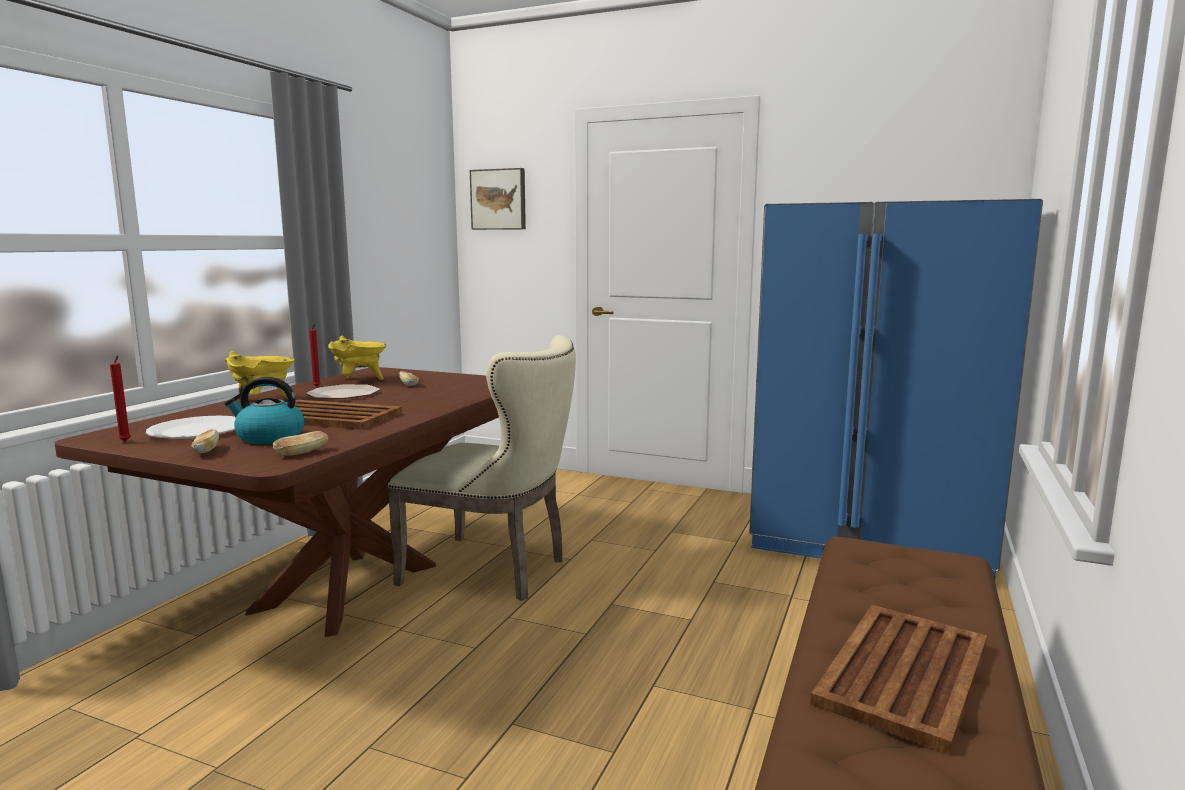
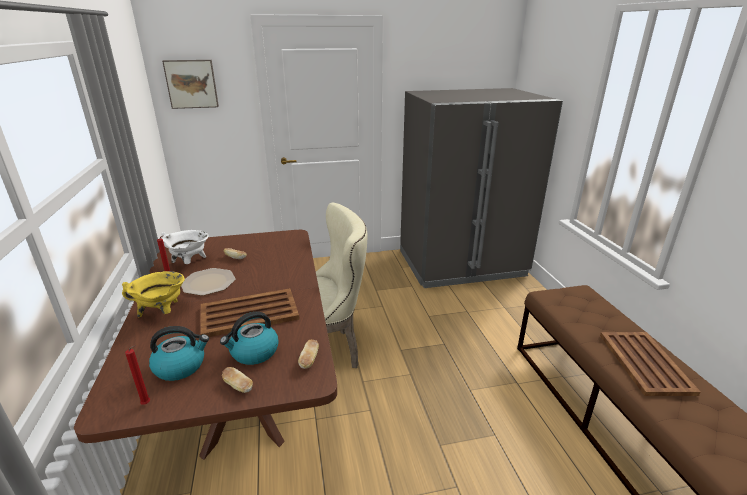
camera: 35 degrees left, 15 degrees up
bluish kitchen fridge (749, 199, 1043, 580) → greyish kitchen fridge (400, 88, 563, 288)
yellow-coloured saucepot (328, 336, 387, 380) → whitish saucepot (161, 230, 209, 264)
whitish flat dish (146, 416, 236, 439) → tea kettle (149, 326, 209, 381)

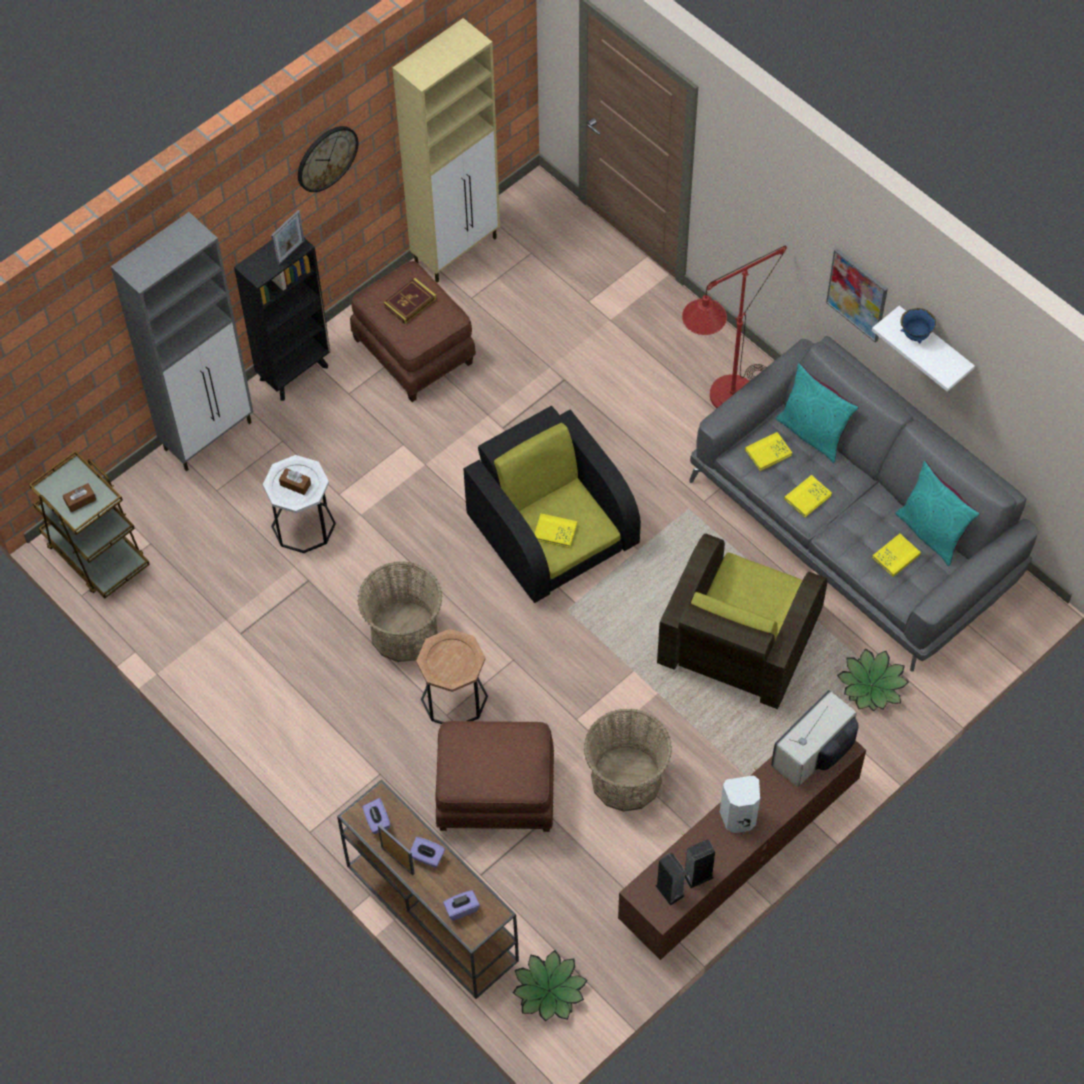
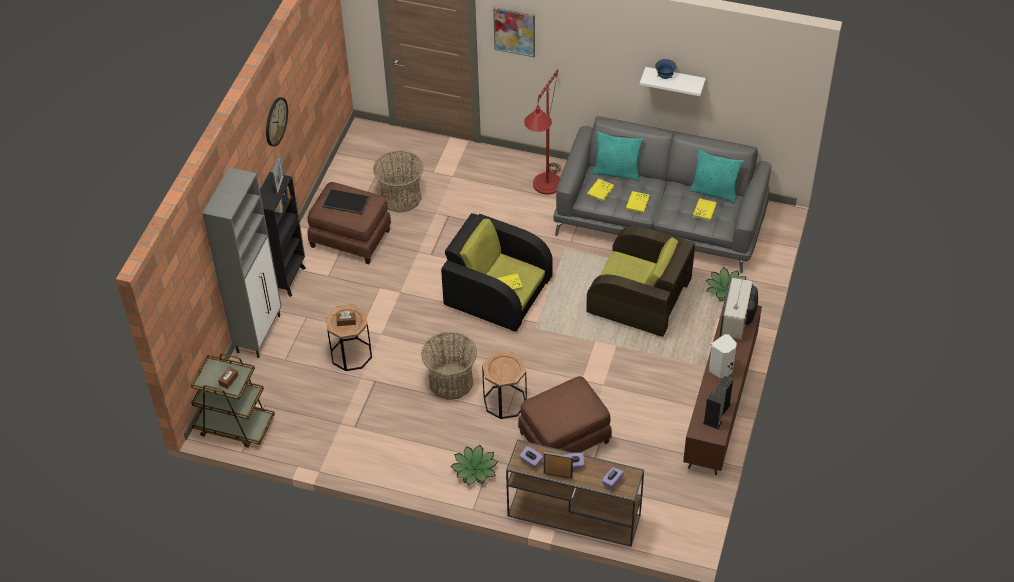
camera: 30 degrees left, 10 degrees down
beige storage cabinet (392, 18, 500, 282) → -
picture (826, 248, 888, 343) → picture (493, 7, 535, 57), moved
book (383, 278, 436, 324) → carrying tray (322, 189, 370, 215)
whitish end table (263, 455, 336, 553) → brown end table (325, 304, 372, 371)
brown armchair (657, 534, 828, 709) → brown armchair (586, 226, 695, 337), 60 degrees counterclockwise
basket (584, 708, 672, 812) → basket (373, 150, 424, 213), moved
plant in a pot (513, 950, 588, 1021) → plant in a pot (450, 445, 498, 485), moved

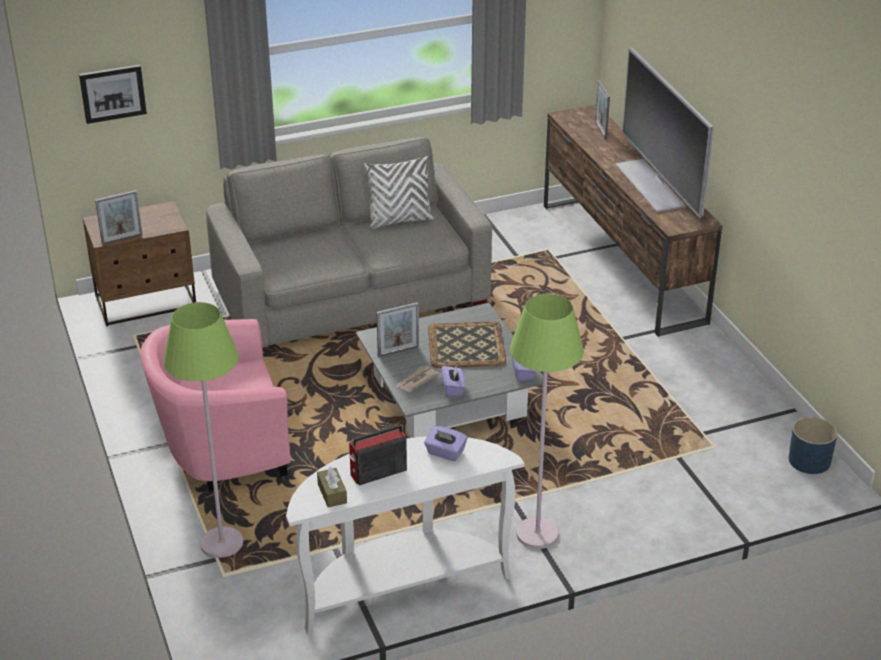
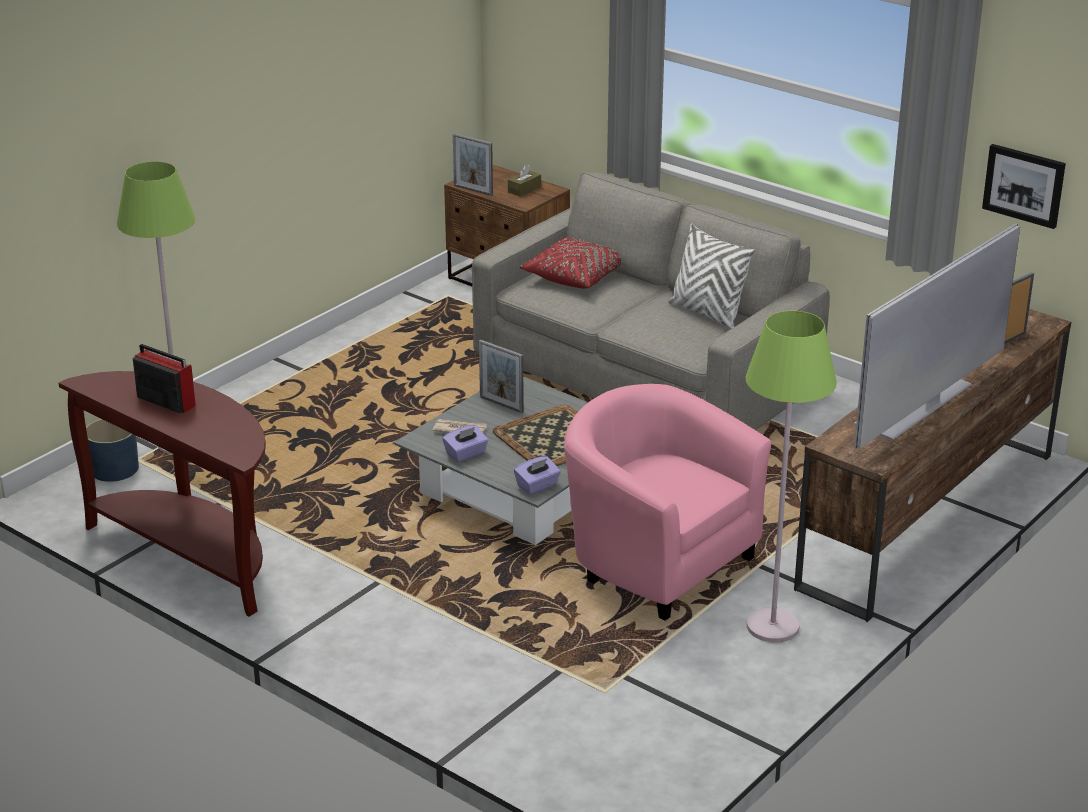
camera: 60 degrees right, 5 degrees down
picture (79, 65, 147, 124) → picture (982, 144, 1066, 229), moved
green floor lamp (510, 294, 584, 549) → green floor lamp (746, 310, 837, 643), moved
pink armchair (140, 319, 290, 491) → pink armchair (564, 384, 772, 621), moved
bluish flower pot (789, 417, 837, 474) → bluish flower pot (86, 419, 139, 482), moved
purplish tissue holder (424, 426, 467, 461) → -
whitish narrow table (286, 436, 524, 635) → brown narrow table (58, 371, 266, 617)
brown tissue holder (317, 467, 347, 507) → brown tissue holder (508, 165, 541, 197), moved
- → reddish cushion (520, 237, 621, 289)

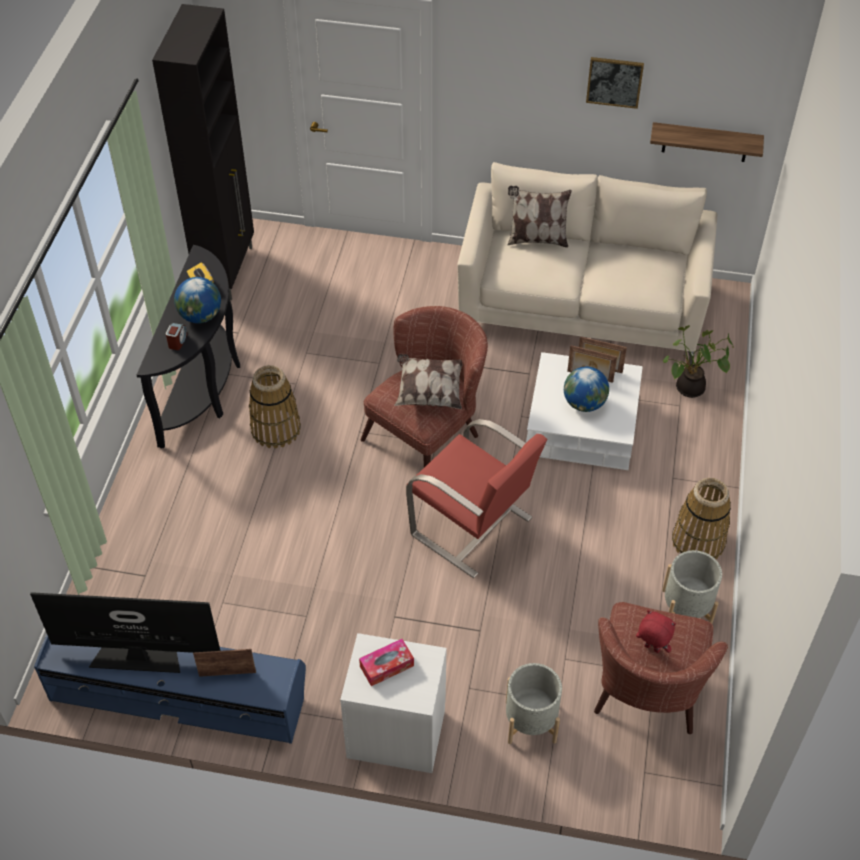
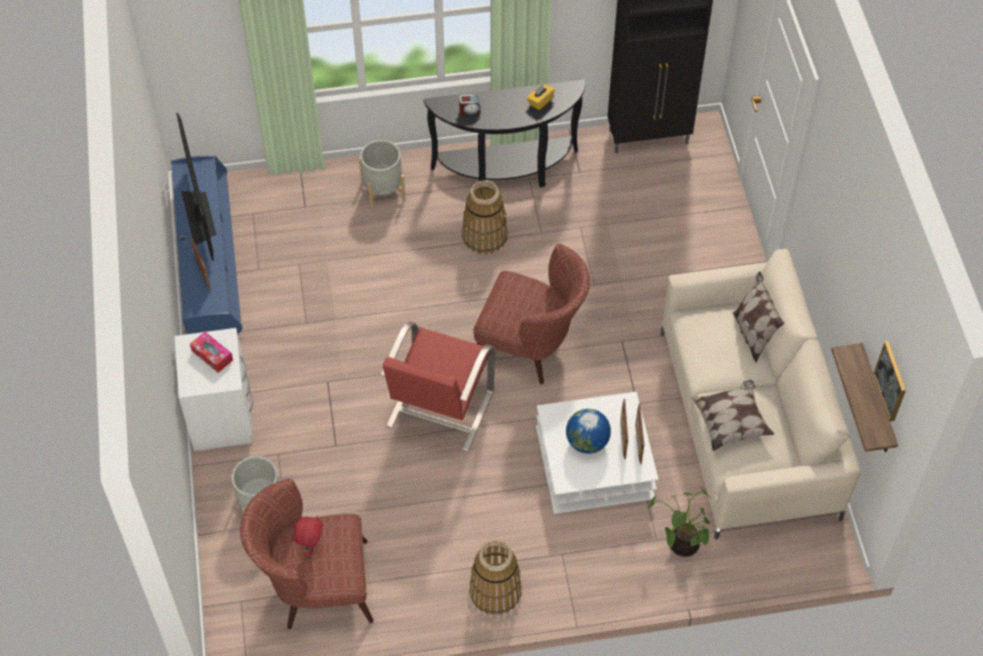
camera: 70 degrees right, 5 degrees up
picture (586, 57, 644, 109) → picture (874, 341, 906, 422), moved
desk globe (174, 277, 221, 323) → -
cushion (394, 354, 463, 409) → cushion (690, 380, 774, 451), moved
greyish flower pot (662, 550, 722, 623) → greyish flower pot (359, 140, 406, 208), moved

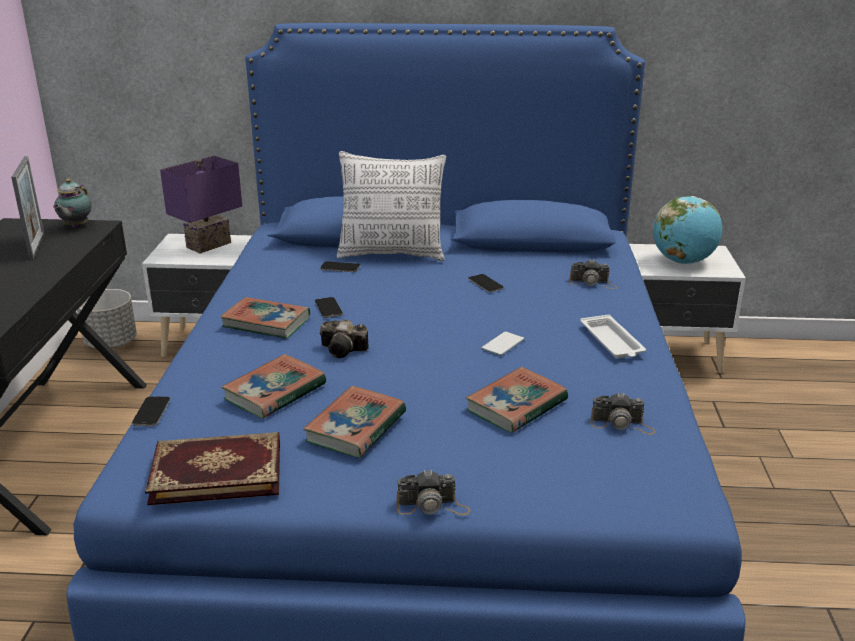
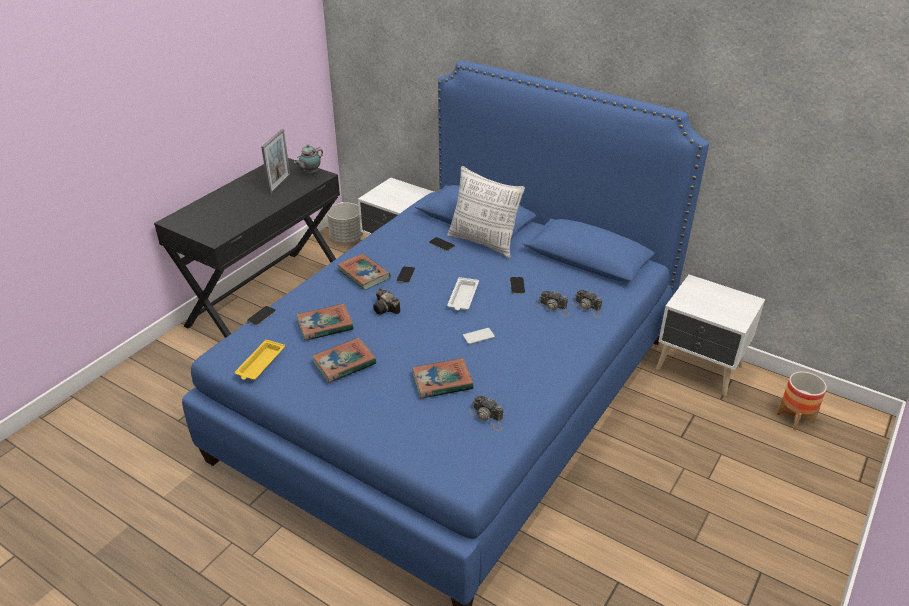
camera: 30 degrees right, 10 degrees up
purplish lamp for a table (160, 156, 242, 254) → -
desk globe (653, 196, 722, 264) → -
whitish carrying tray (580, 314, 646, 358) → whitish carrying tray (447, 277, 479, 310), moved
book (145, 432, 280, 505) → yellow-coloured carrying tray (235, 340, 285, 380)
photo camera (396, 470, 470, 515) → photo camera (538, 291, 570, 316), moved
- → flower pot (777, 372, 827, 430)

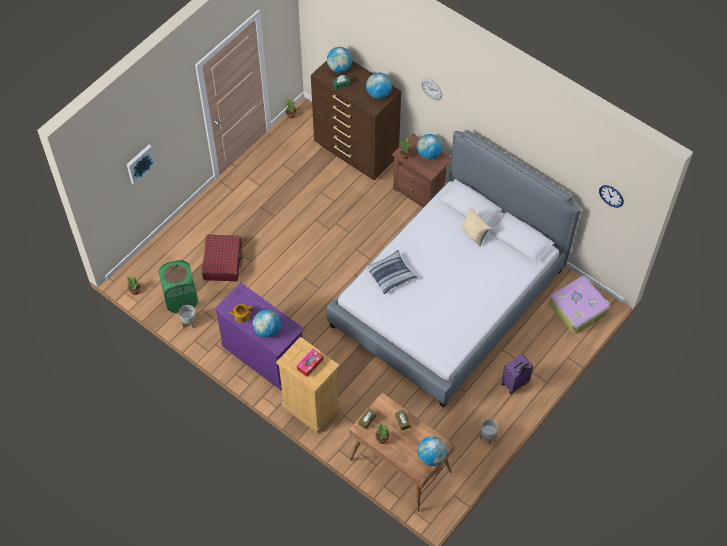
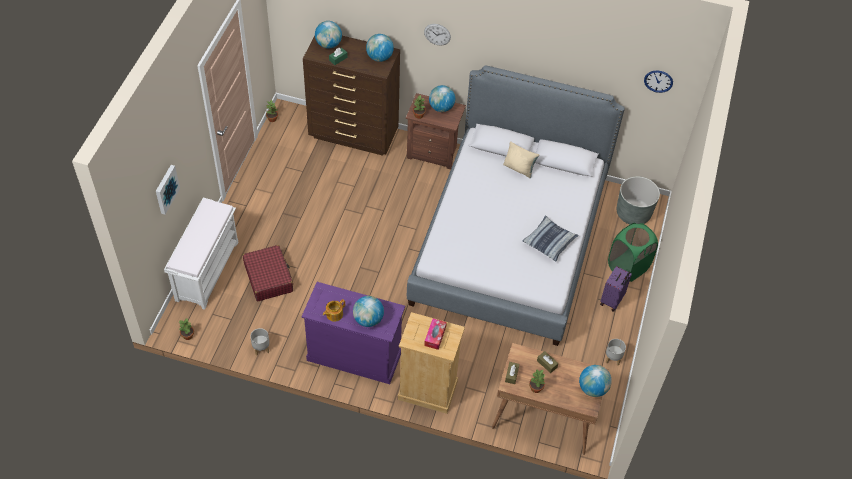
camera: 25 degrees left, 5 degrees down
cushion (365, 250, 418, 294) → cushion (523, 215, 579, 262), moved
green laundry basket (158, 260, 198, 313) → green laundry basket (608, 223, 658, 282), moved
travel case (549, 276, 610, 334) → greyish flower pot (617, 176, 660, 224)
- → whitish indoor bench (164, 198, 238, 310)

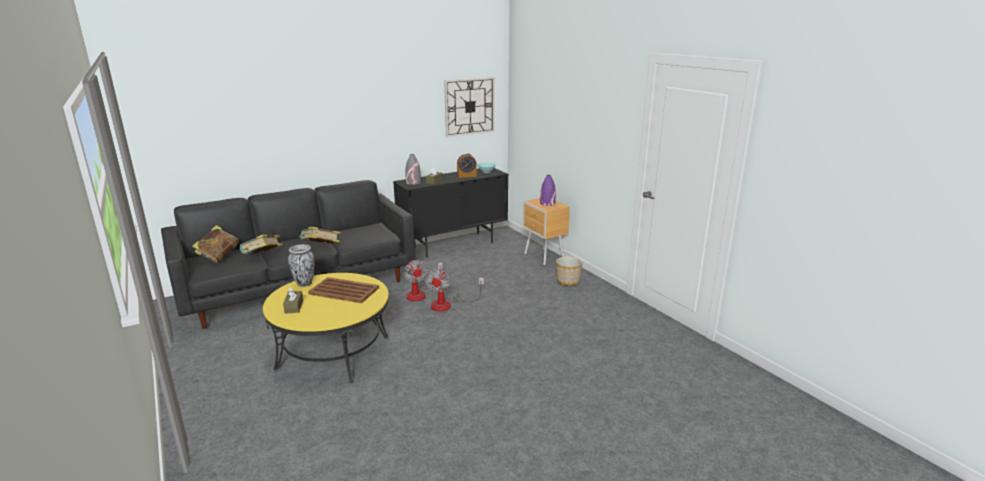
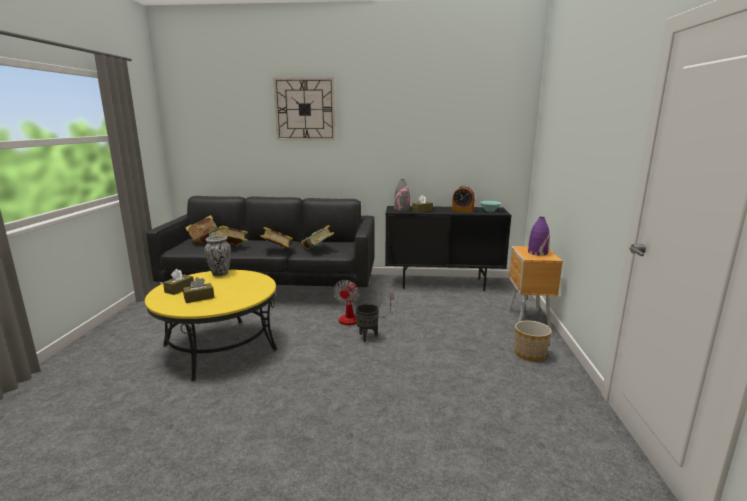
camera: 35 degrees right, 5 degrees down
clock on the wall (444, 77, 495, 137) → clock on the wall (273, 77, 335, 141), moved
fan (425, 268, 484, 311) → black flower pot (355, 304, 379, 342)
brown carrying tray (308, 277, 379, 303) → -
- → book (301, 225, 334, 249)
- → brown tissue holder (183, 277, 214, 303)

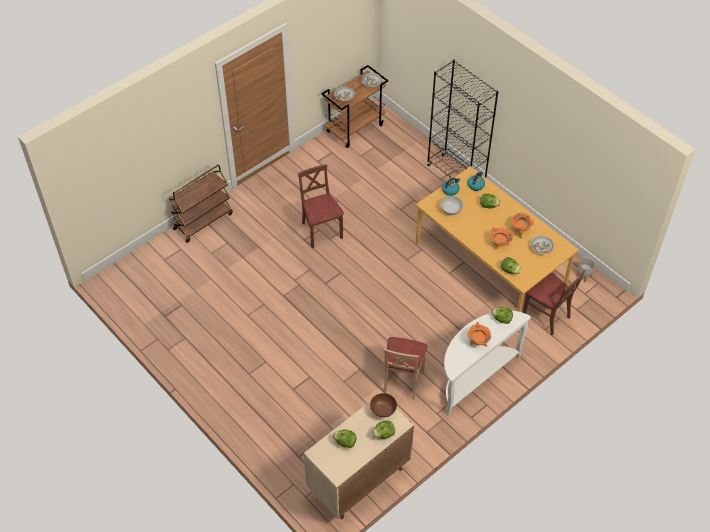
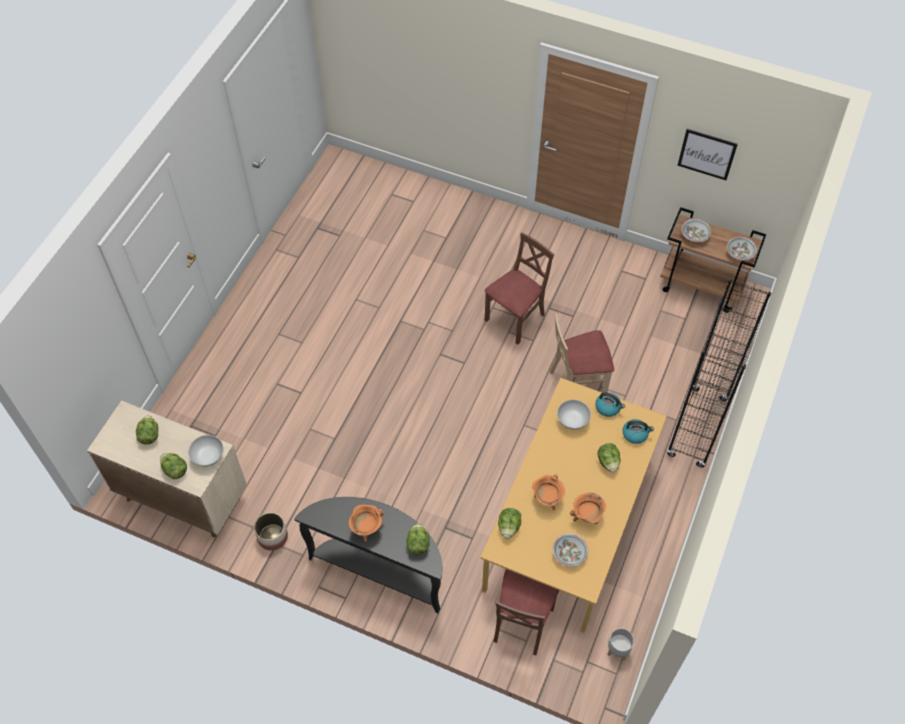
camera: 65 degrees right, 5 degrees up
brown cart (169, 165, 233, 243) → -
whitish narrow table (444, 311, 531, 416) → black narrow table (294, 497, 442, 613)
beige plain chair (384, 337, 428, 400) → beige plain chair (550, 313, 614, 393), moved
brown serving bowl (370, 393, 397, 418) → whitish serving bowl (188, 435, 223, 467)
- → picture (677, 129, 738, 180)
- → flower pot (254, 512, 288, 551)

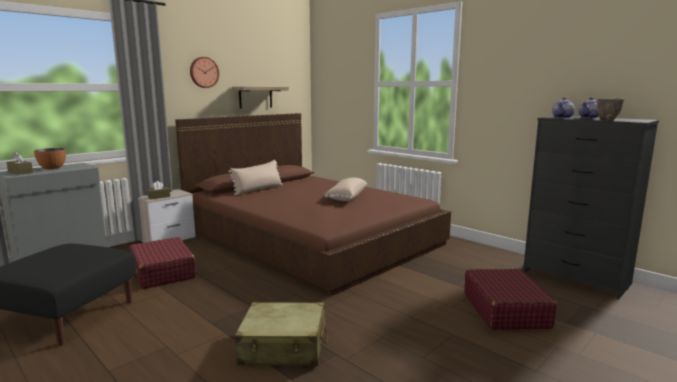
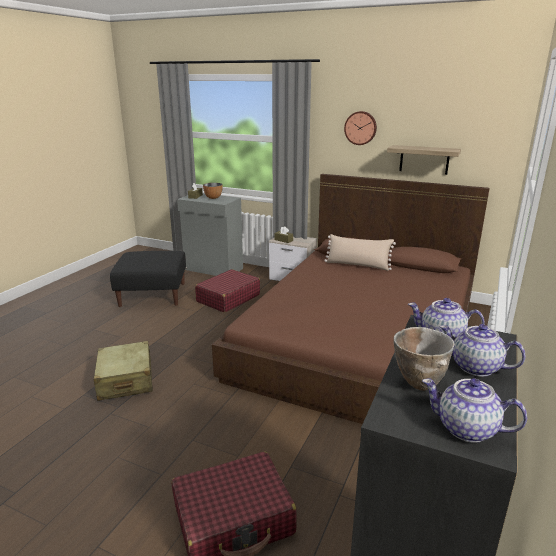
camera: 70 degrees right, 10 degrees up
beige cushion (324, 178, 367, 201) → -
- → teapot (422, 378, 527, 443)

